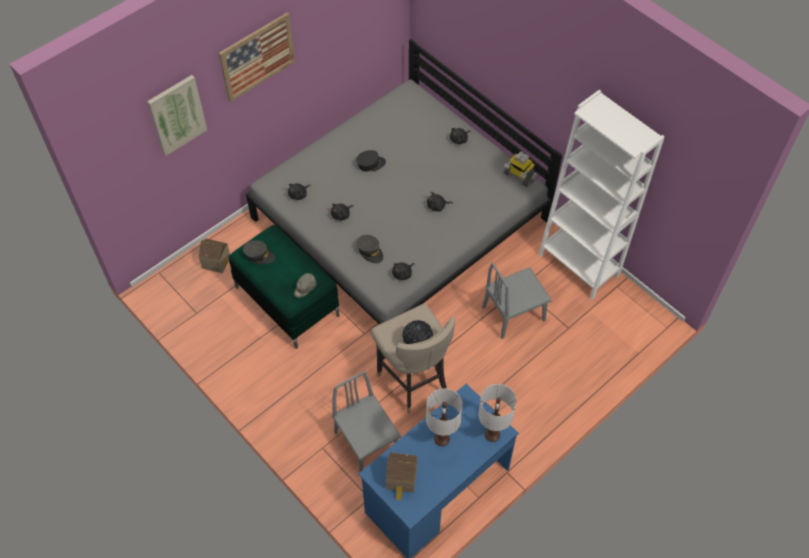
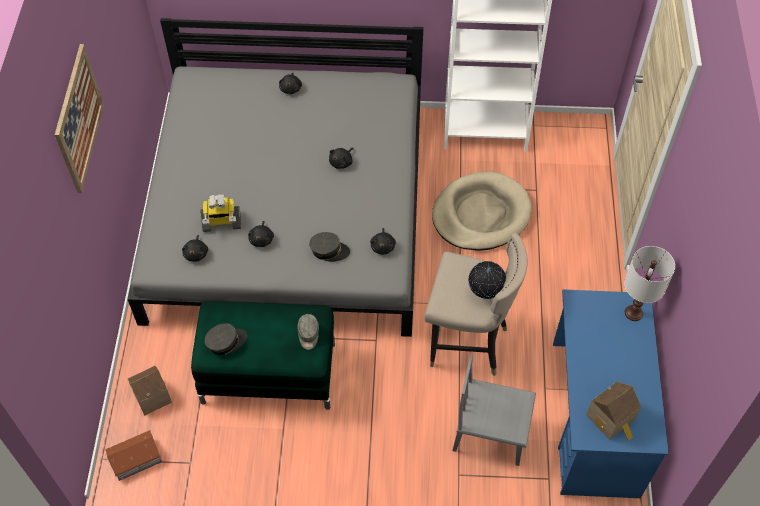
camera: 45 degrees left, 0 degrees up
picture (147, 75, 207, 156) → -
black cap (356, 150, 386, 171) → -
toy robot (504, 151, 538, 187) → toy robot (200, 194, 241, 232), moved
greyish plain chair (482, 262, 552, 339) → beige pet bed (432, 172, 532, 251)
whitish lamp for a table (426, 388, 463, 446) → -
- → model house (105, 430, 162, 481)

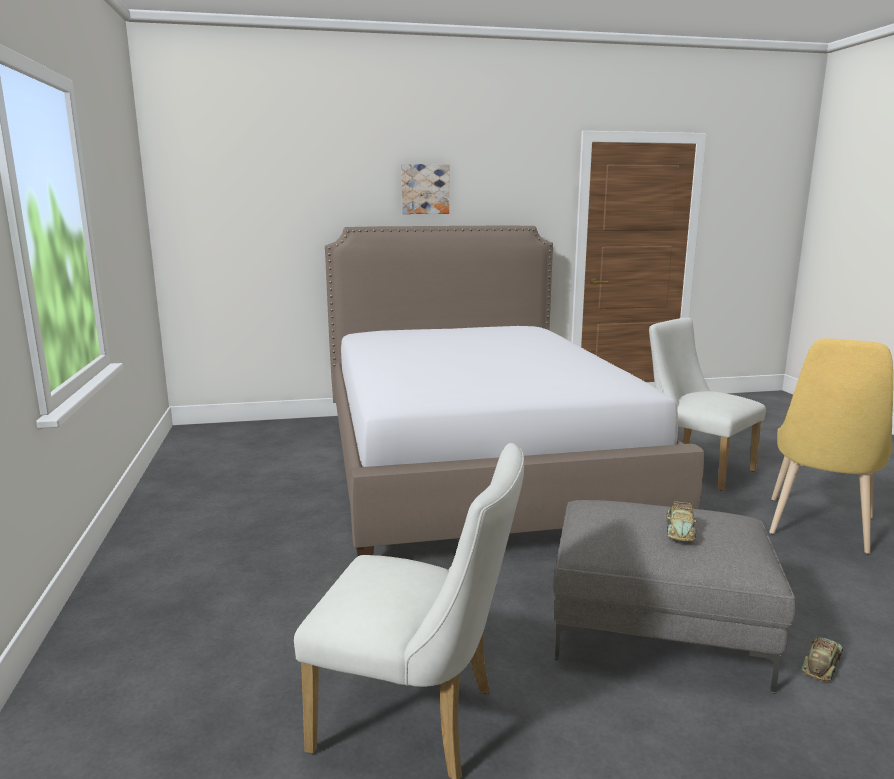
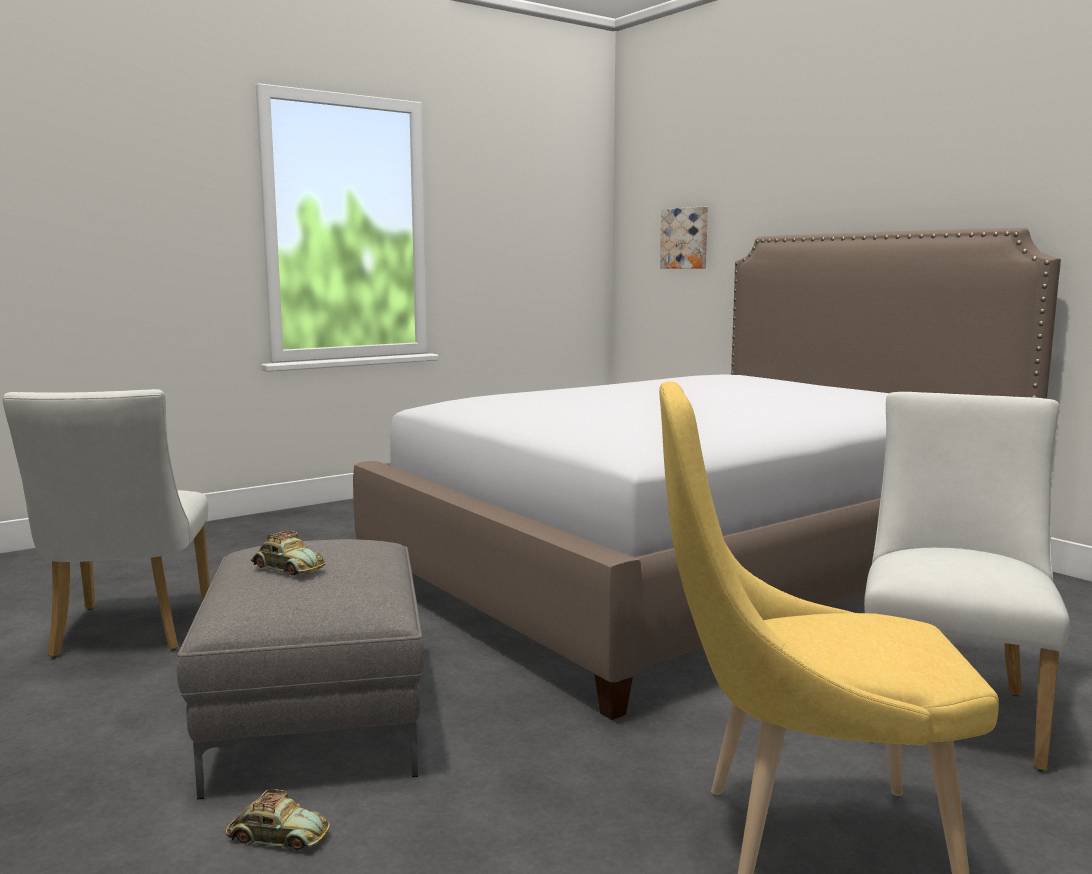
camera: 65 degrees right, 5 degrees down
picture (401, 164, 449, 214) → picture (660, 206, 708, 269), moved
model car (667, 501, 697, 541) → model car (251, 530, 326, 576), 135 degrees counterclockwise

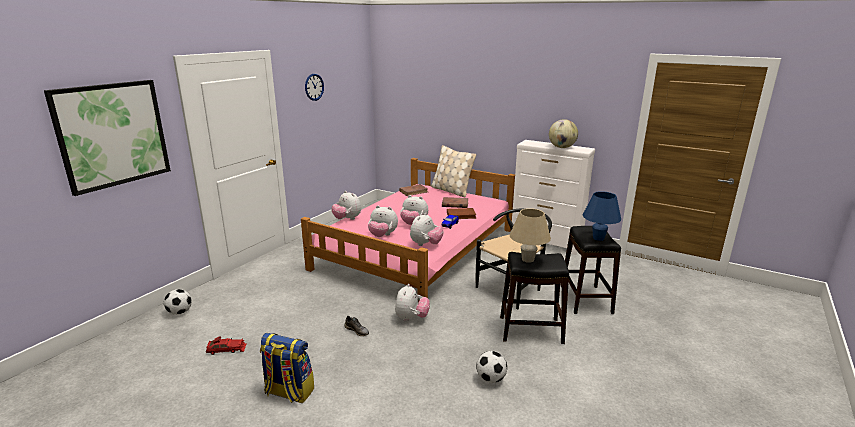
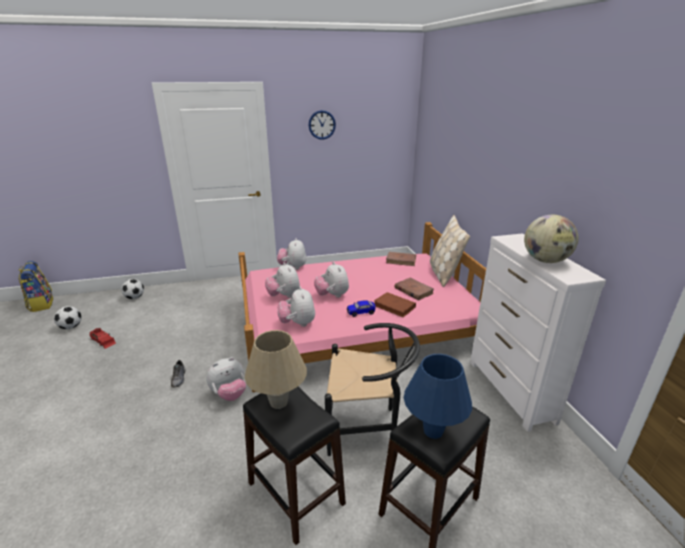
camera: 45 degrees right, 5 degrees up
picture (44, 80, 171, 196) → -
soft toy (410, 213, 443, 246) → soft toy (277, 286, 315, 327), 90 degrees clockwise
backpack (260, 333, 314, 403) → backpack (18, 261, 53, 312), moved
football (476, 351, 507, 383) → football (54, 306, 82, 329), moved

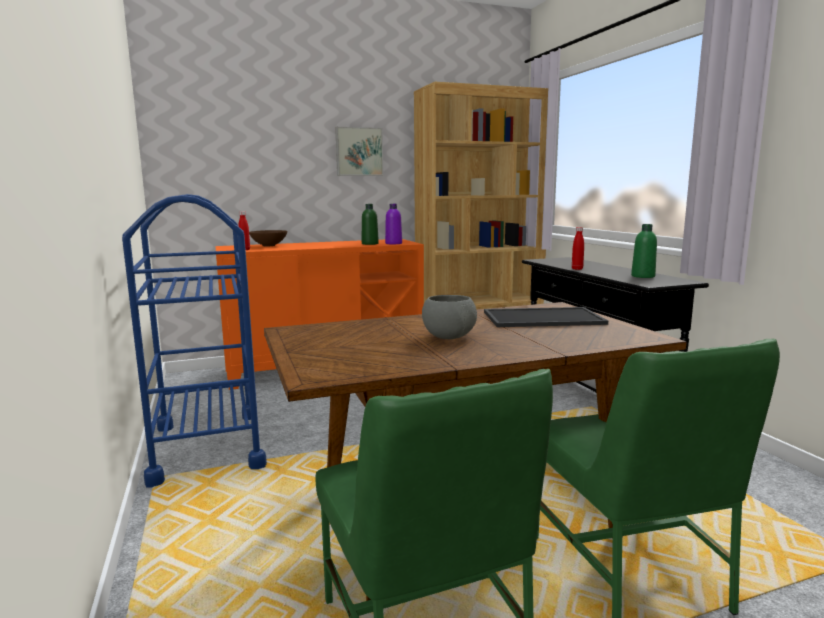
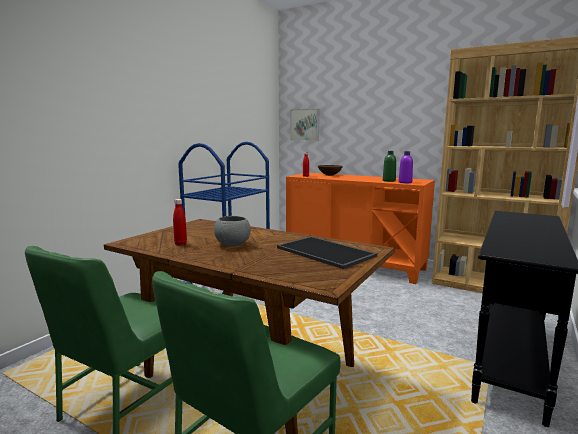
camera: 50 degrees right, 0 degrees up
picture (335, 127, 383, 176) → picture (290, 109, 319, 141), moved
green bottle (631, 224, 657, 278) → -
reddish bottle (572, 227, 584, 270) → reddish bottle (173, 199, 187, 246), moved

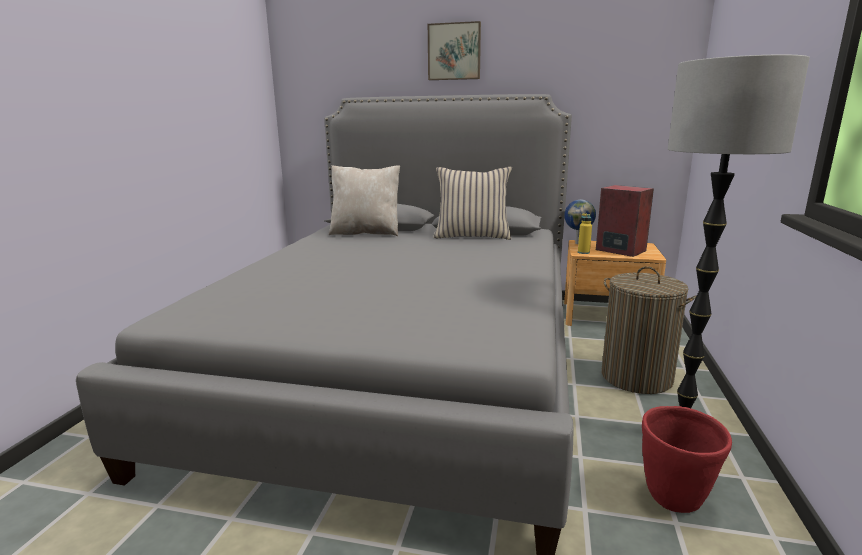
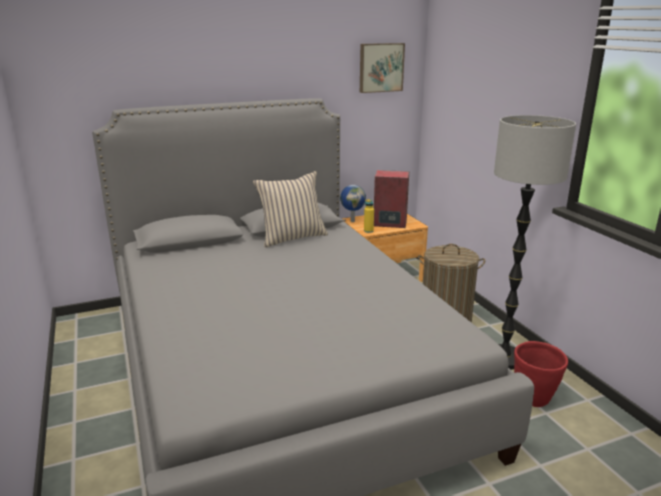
camera: 35 degrees left, 5 degrees up
picture (428, 21, 481, 80) → picture (360, 43, 405, 93), moved
beige cushion (328, 165, 400, 236) → -

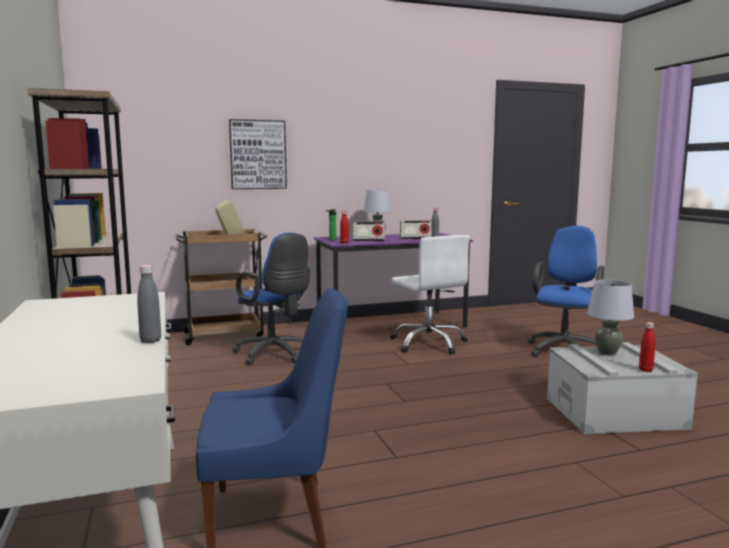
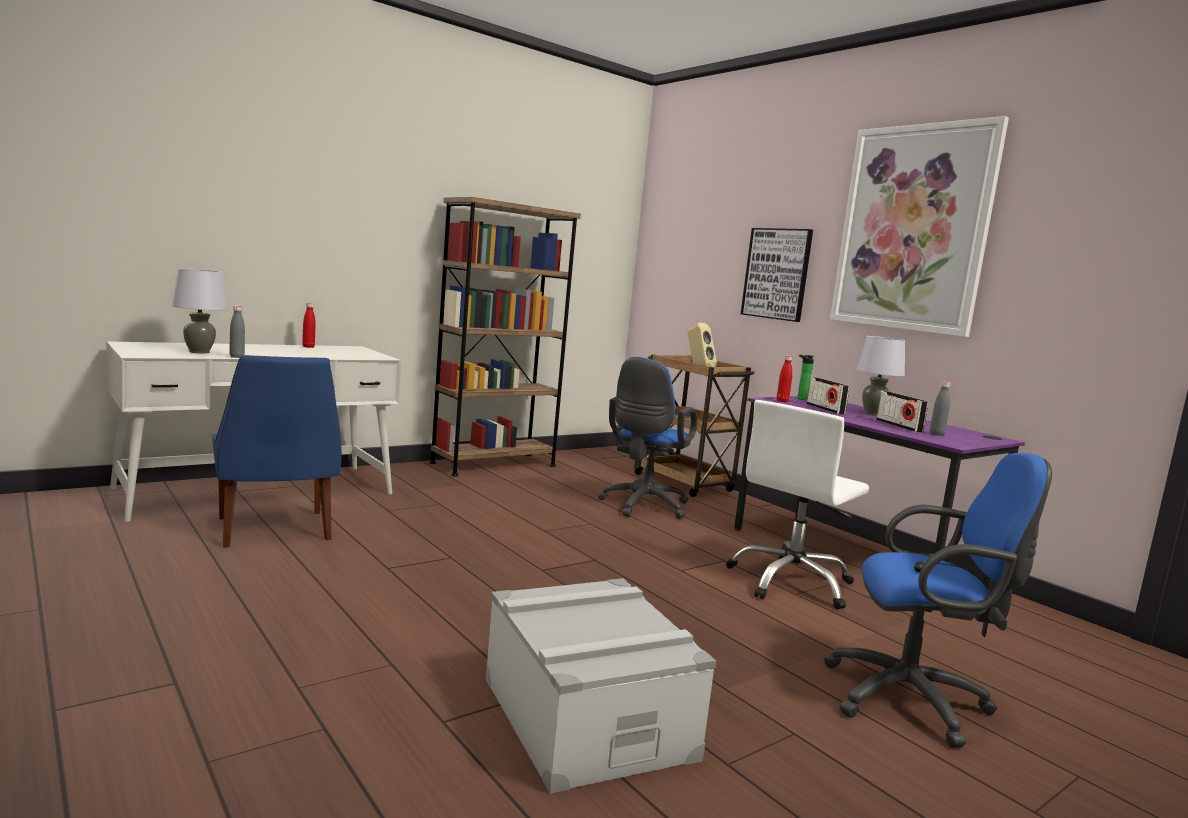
camera: 70 degrees right, 0 degrees up
greyish lamp for a table (587, 280, 634, 356) → greyish lamp for a table (172, 268, 227, 353), moved
reddish bottle (639, 322, 655, 372) → reddish bottle (302, 303, 316, 348), moved
- → picture (830, 116, 1009, 337)

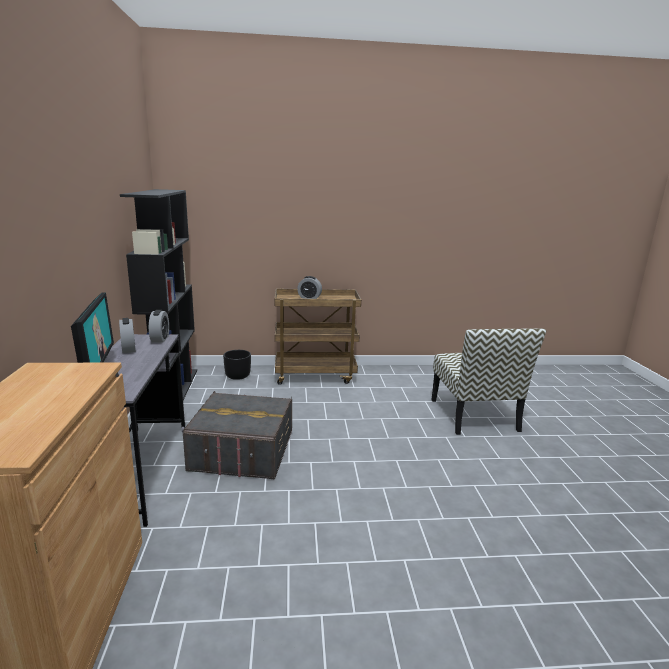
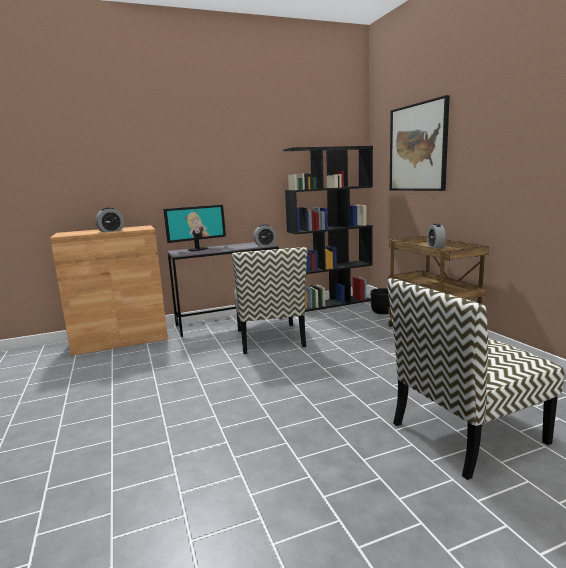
camera: 75 degrees right, 5 degrees down
table clock (119, 318, 136, 353) → table clock (95, 208, 124, 232), moved
greyish storage box (183, 391, 292, 480) → plain chair (232, 247, 307, 354)
- → picture (390, 95, 450, 191)

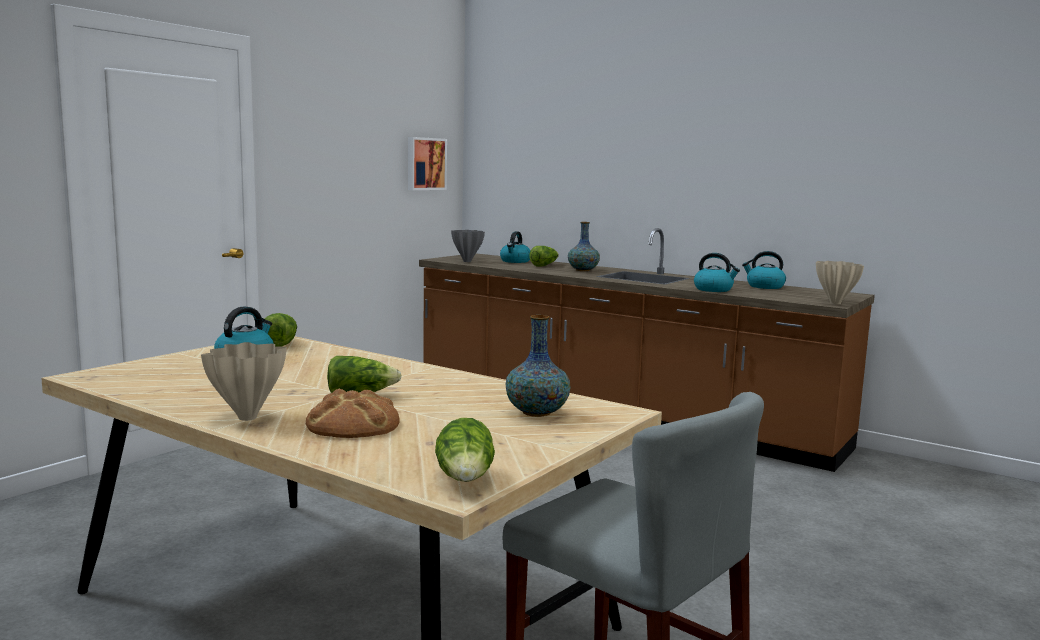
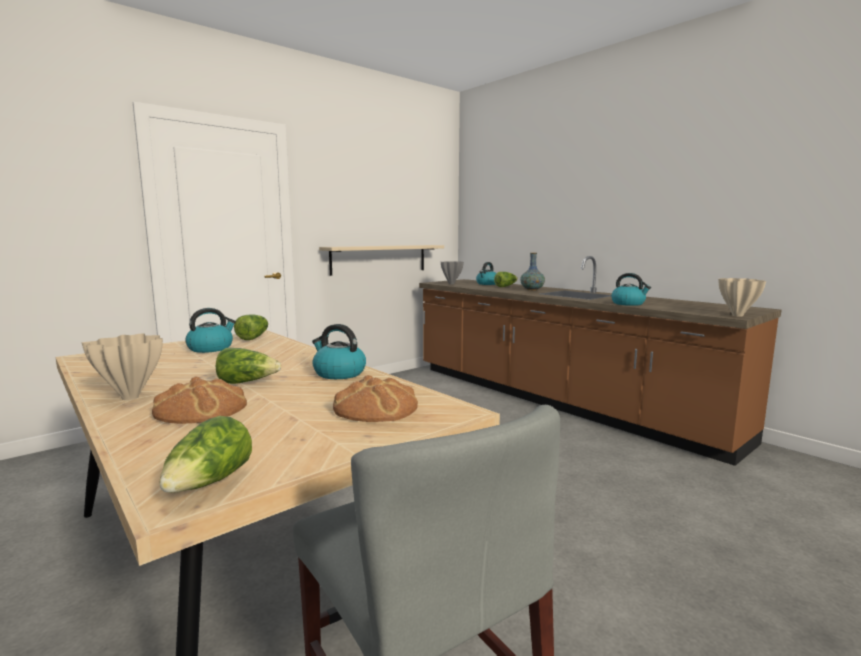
camera: 15 degrees right, 0 degrees up
picture (408, 137, 447, 190) → -
tea kettle (742, 251, 786, 289) → tea kettle (312, 324, 366, 379), moved
vase (505, 315, 571, 417) → bread (333, 375, 418, 422)
- → beige bracket shelf (319, 245, 444, 276)

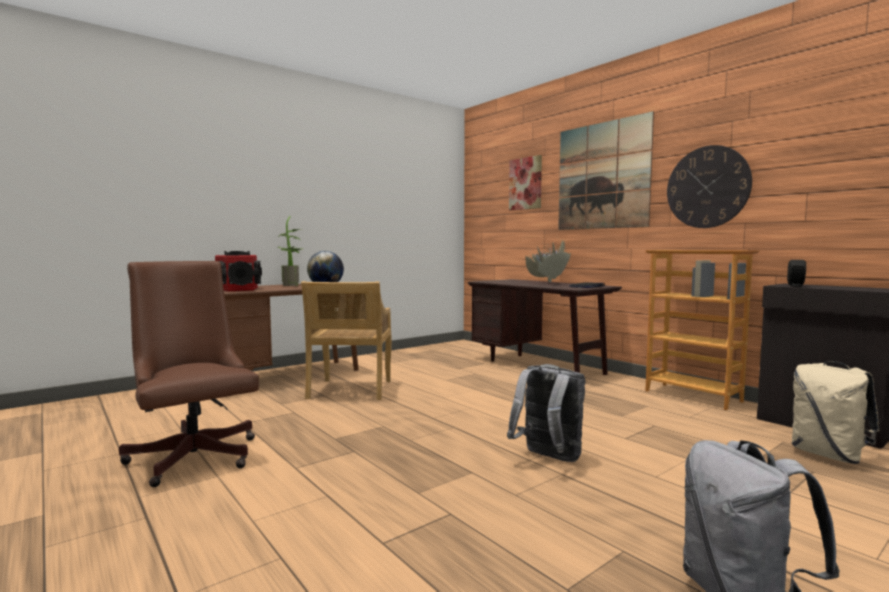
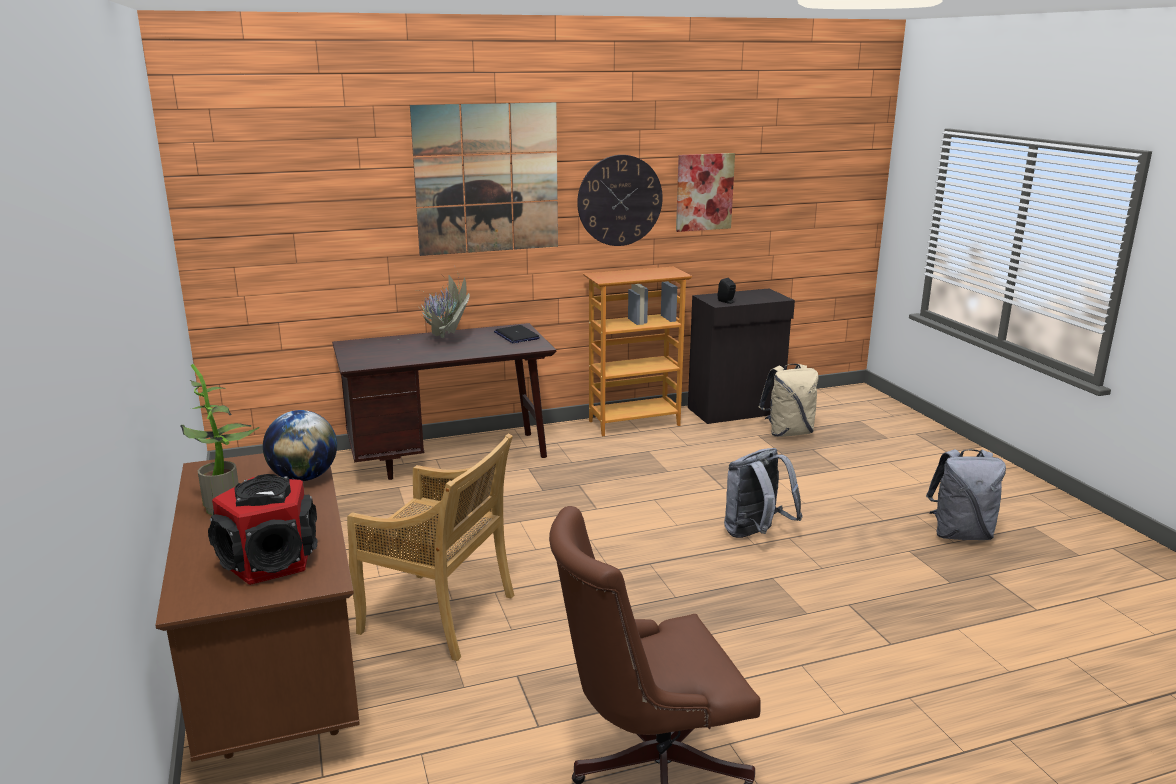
camera: 70 degrees left, 15 degrees up
picture (509, 155, 542, 210) → picture (676, 153, 735, 232), moved

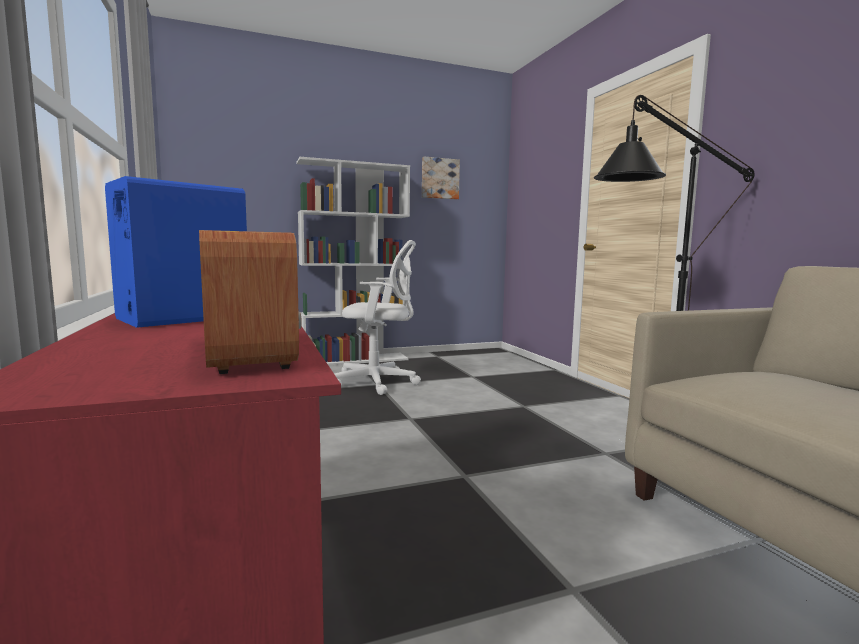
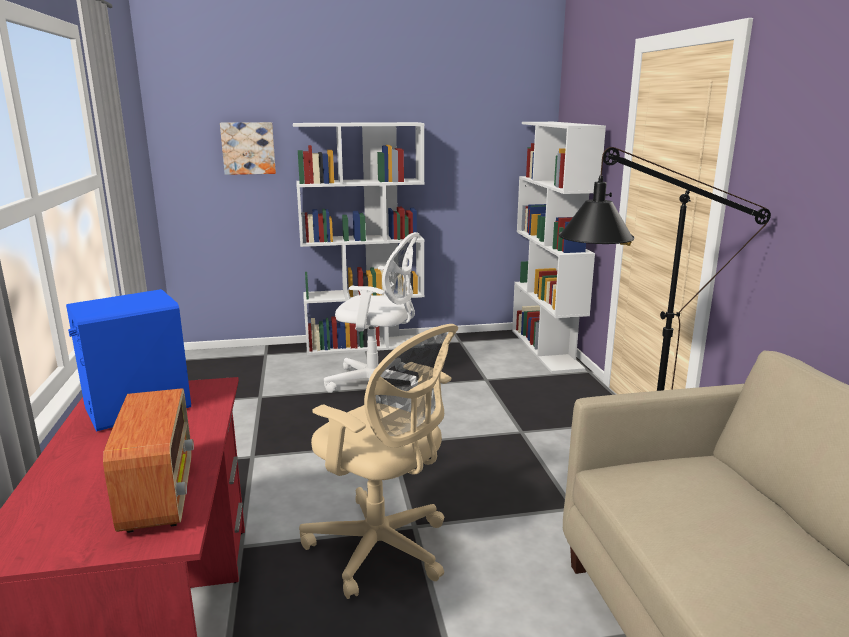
camera: 10 degrees right, 10 degrees up
picture (422, 157, 460, 200) → picture (220, 122, 276, 175), moved
- → whitish shelving unit (512, 122, 606, 373)
- → beige office chair (299, 324, 458, 599)

